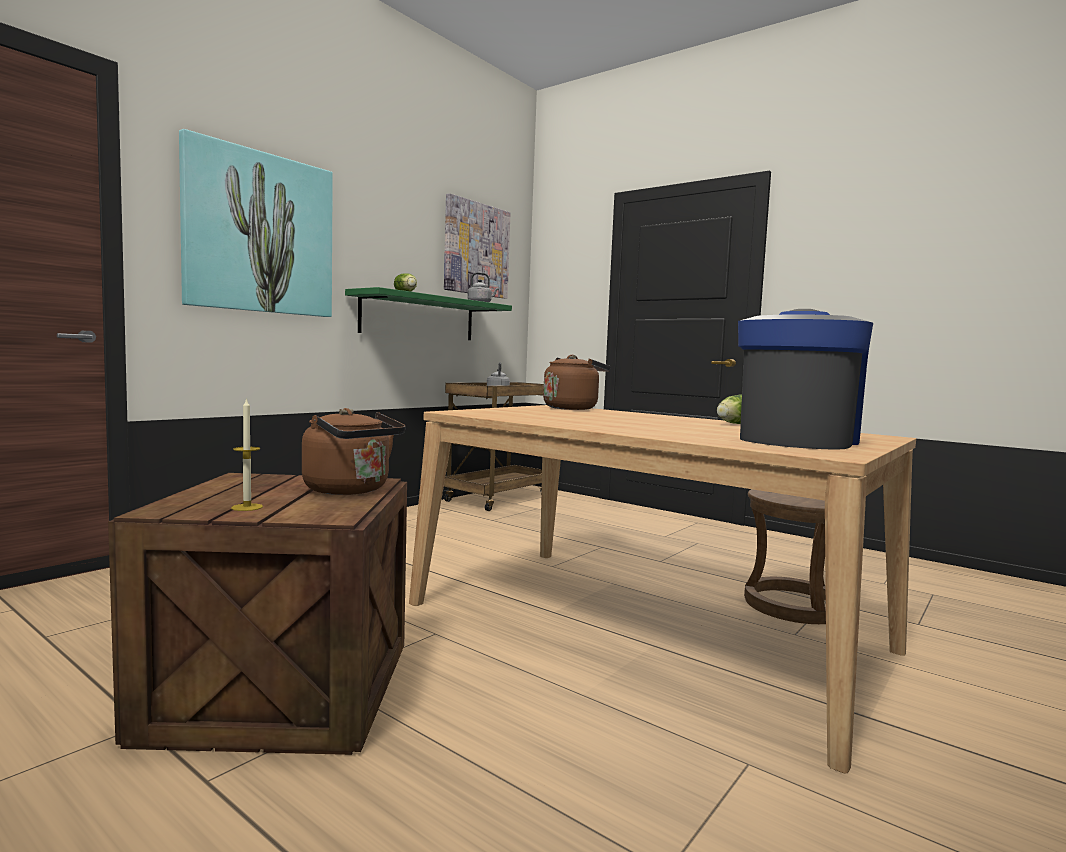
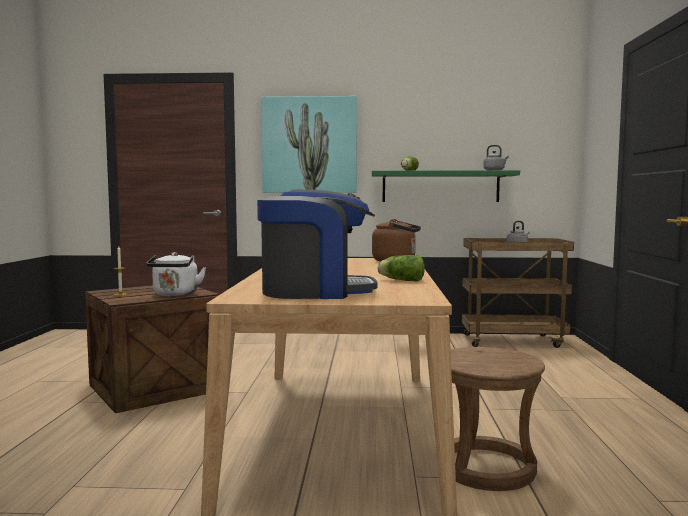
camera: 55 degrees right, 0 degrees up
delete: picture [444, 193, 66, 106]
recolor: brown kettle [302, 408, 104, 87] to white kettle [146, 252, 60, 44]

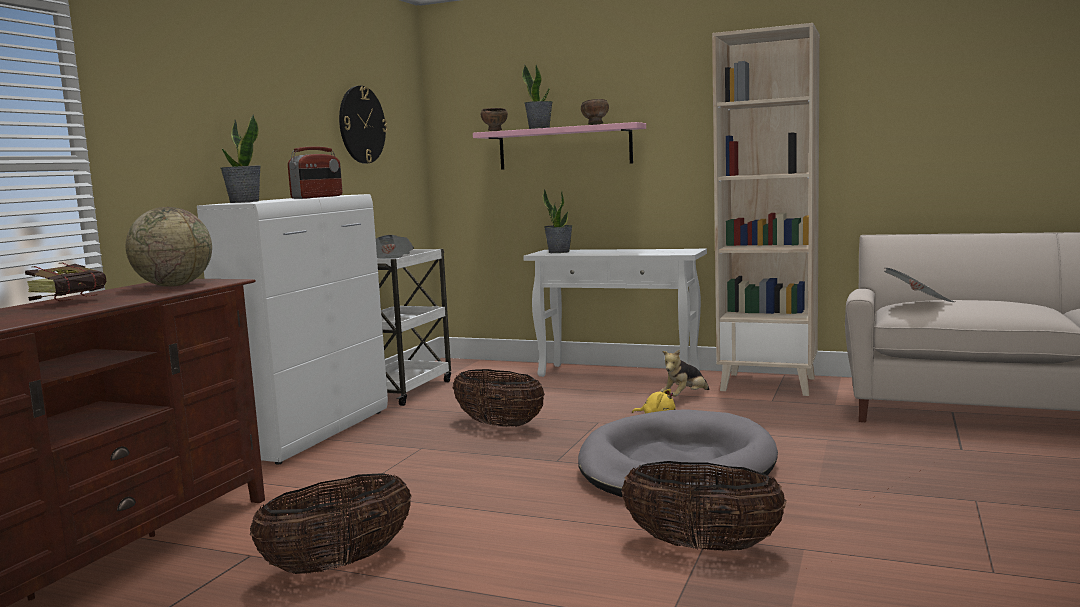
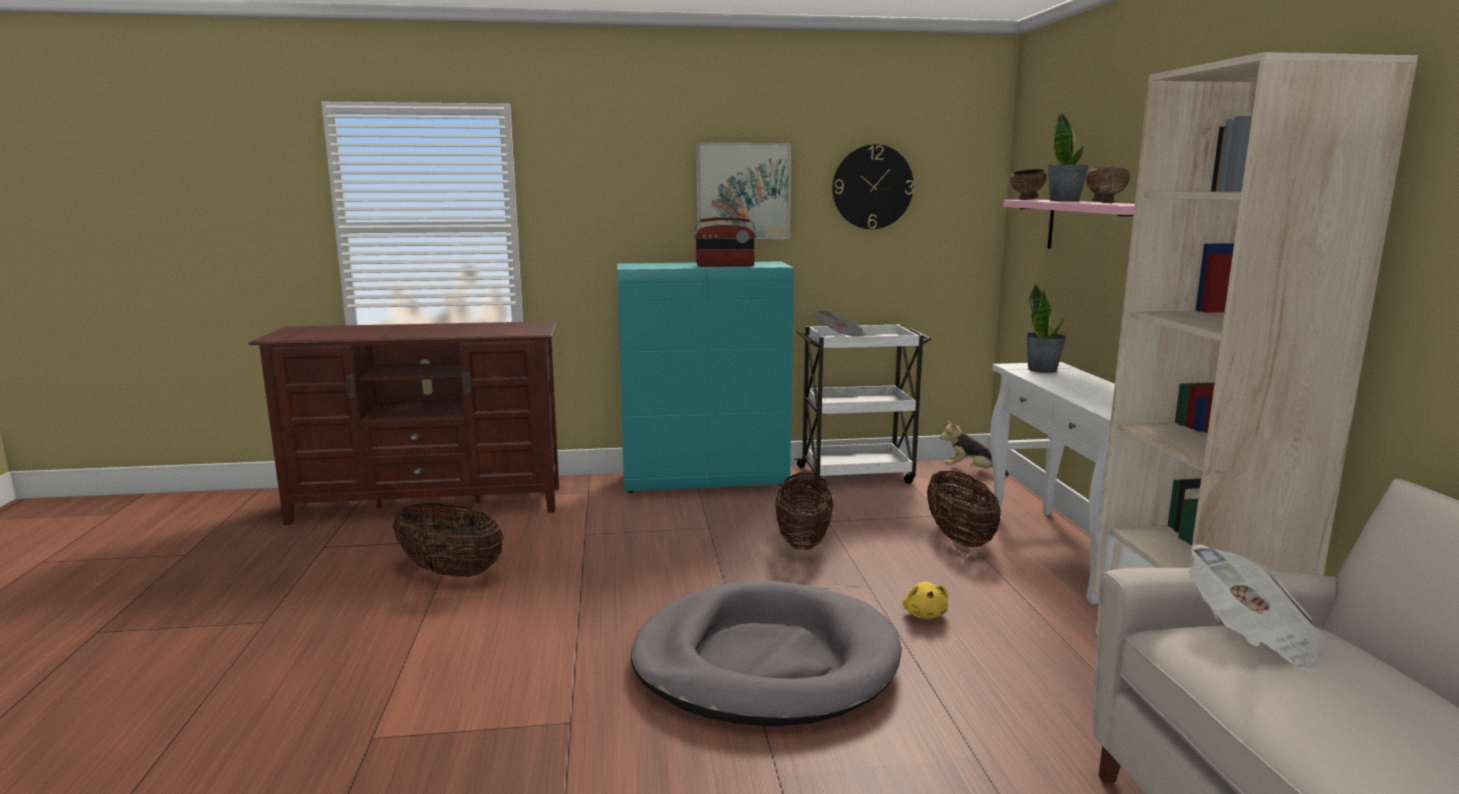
camera: 60 degrees right, 5 degrees up
delete: book [25, 263, 81, 38]; globe [126, 207, 86, 80]; potted plant [221, 114, 40, 89]
insert: picture [696, 143, 95, 96]
move: basket [622, 461, 165, 90] to [927, 471, 73, 76]; plush toy [661, 350, 48, 47] to [940, 420, 69, 56]
recolor: white cabinet [197, 194, 191, 271] to turquoise cabinet [617, 261, 177, 232]

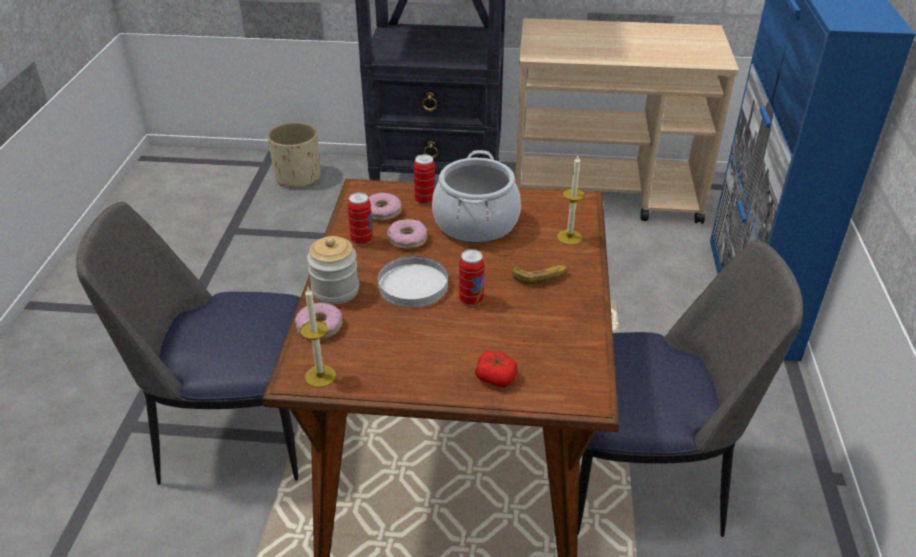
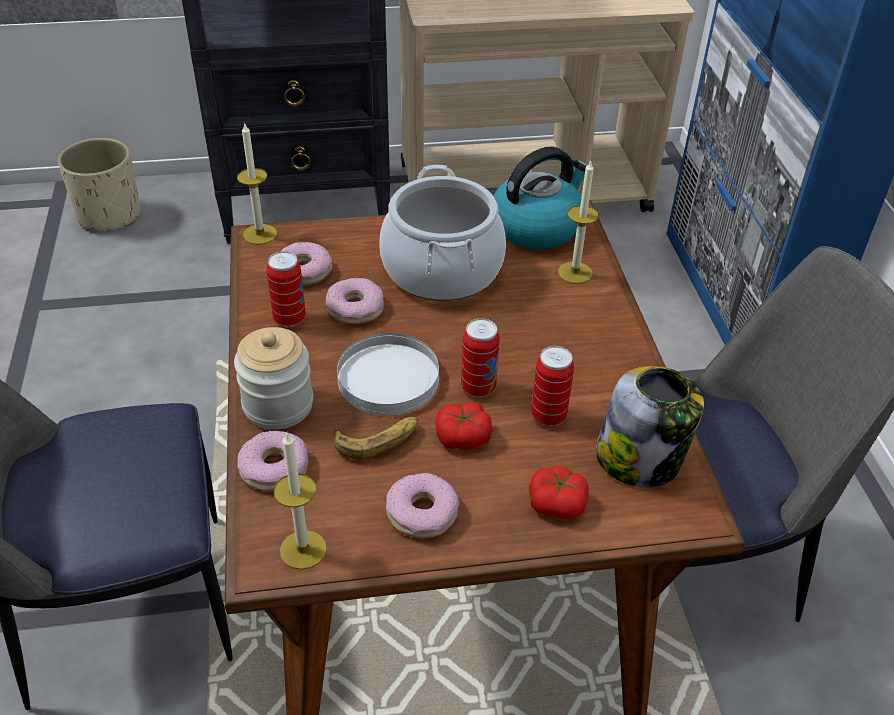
camera: 15 degrees left, 5 degrees up
insert: candle [237, 122, 40, 123]; donut [386, 473, 73, 65]; tomato [435, 402, 58, 48]; kettle [494, 147, 94, 103]; jar [596, 366, 108, 122]
move: can [414, 154, 22, 51] to [531, 346, 43, 80]; banana [512, 265, 56, 20] to [334, 416, 85, 44]

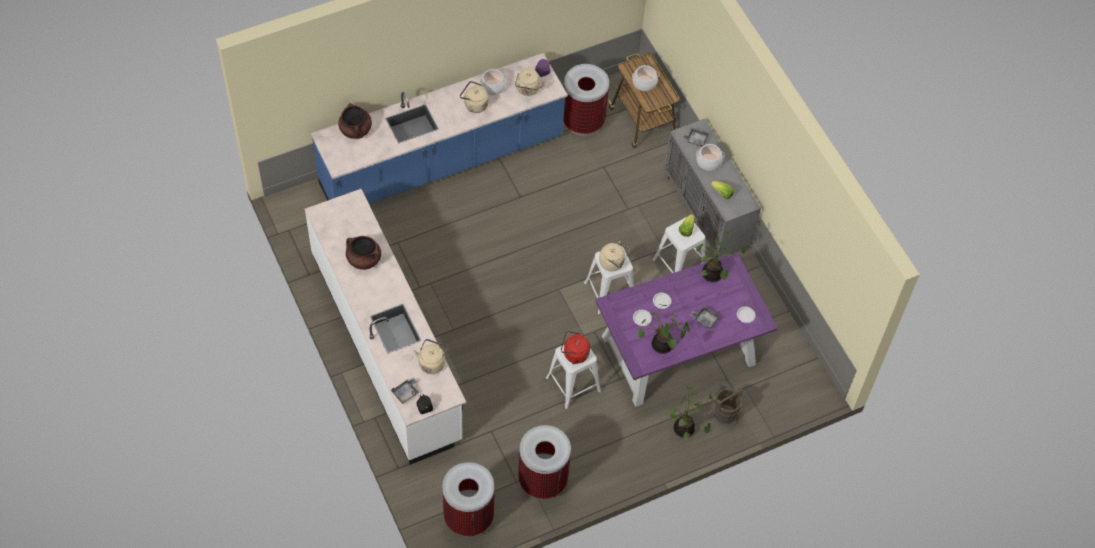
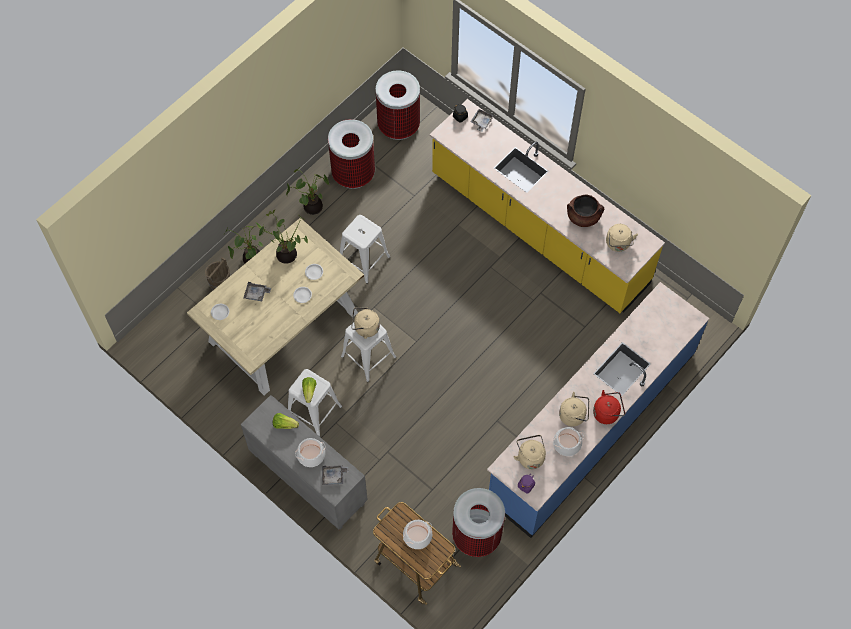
camera: 160 degrees right, 5 degrees up
delete: brown cooking pot [338, 103, 34, 36]
move: beige kettle [414, 339, 34, 35] to [606, 224, 32, 28]; red kettle [561, 331, 29, 33] to [593, 390, 32, 34]; potted plant [696, 231, 49, 51] to [286, 167, 43, 48]
recolor: white counter [305, 189, 161, 276] to yellow counter [429, 99, 236, 214]; purple dining table [595, 252, 183, 155] to beige dining table [187, 218, 177, 177]

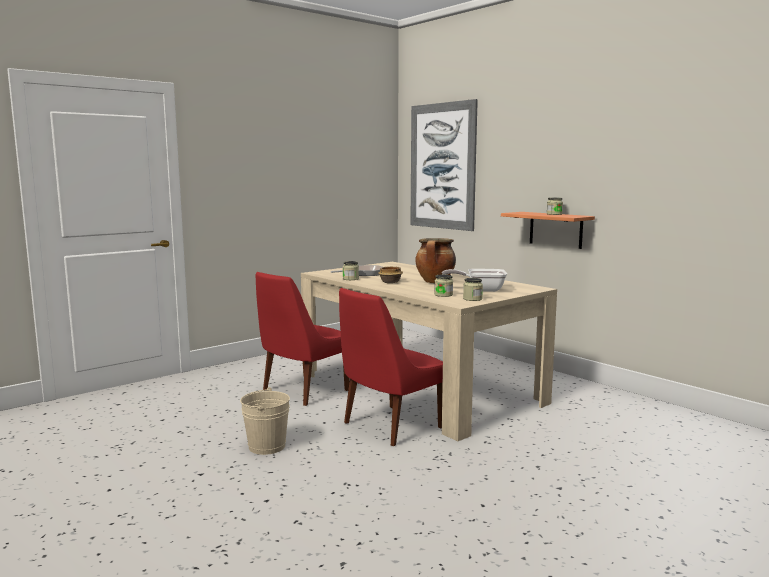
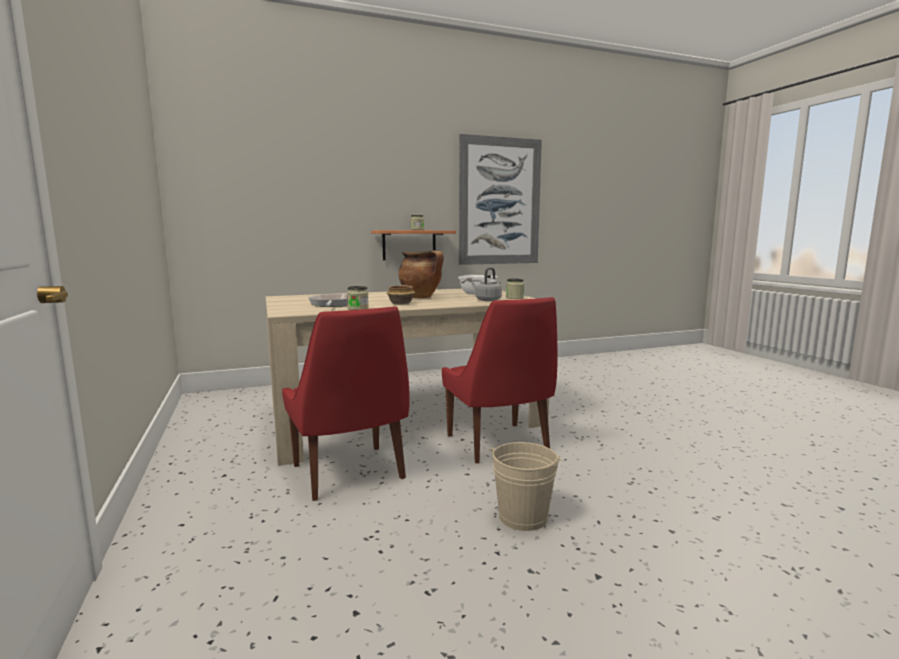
camera: 70 degrees left, 0 degrees up
move: picture [410, 99, 68, 132] to [459, 134, 83, 131]
replace: jar [434, 274, 19, 23] to grey kettle [475, 267, 27, 34]

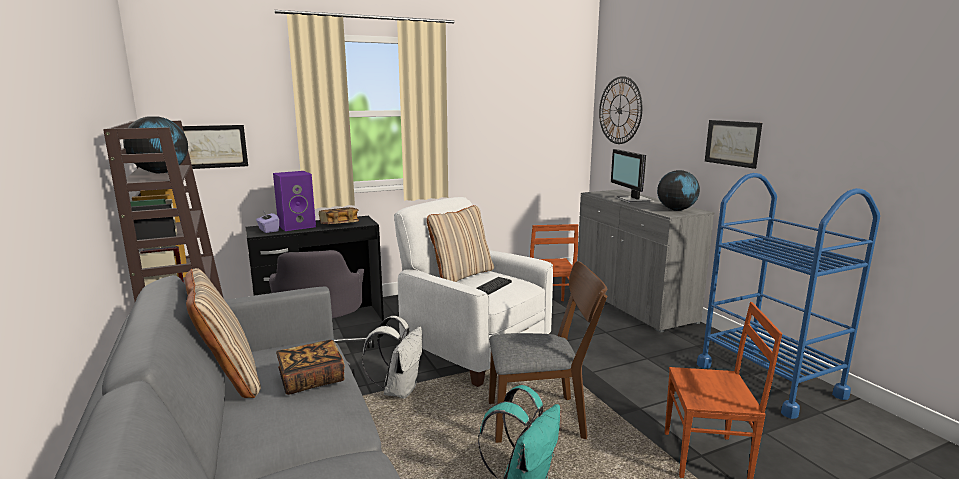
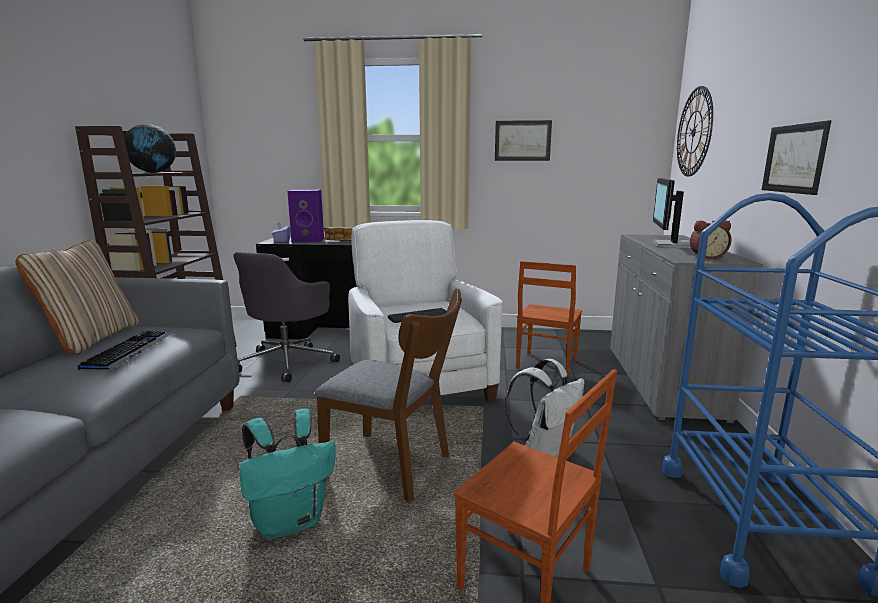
camera: 30 degrees right, 0 degrees up
delete: beige pillow [427, 205, 67, 77]
move: picture [183, 125, 65, 44] to [495, 120, 57, 41]; white backpack [362, 316, 60, 83] to [505, 359, 80, 98]
replace: book [276, 340, 68, 55] to keyboard [78, 331, 93, 39]; globe [657, 170, 43, 41] to alarm clock [690, 220, 42, 39]

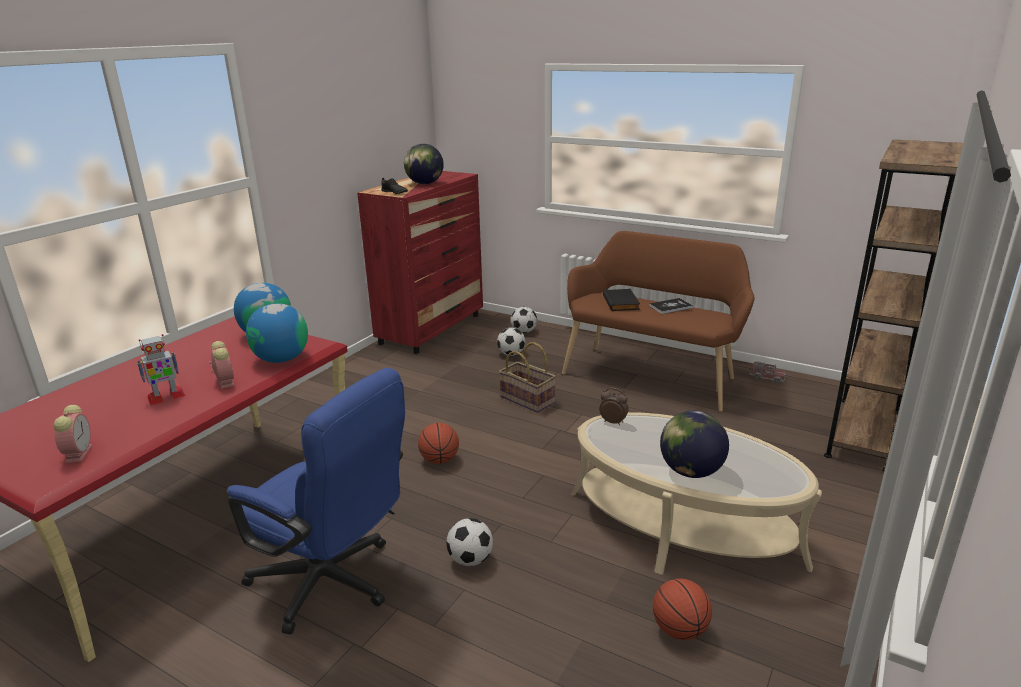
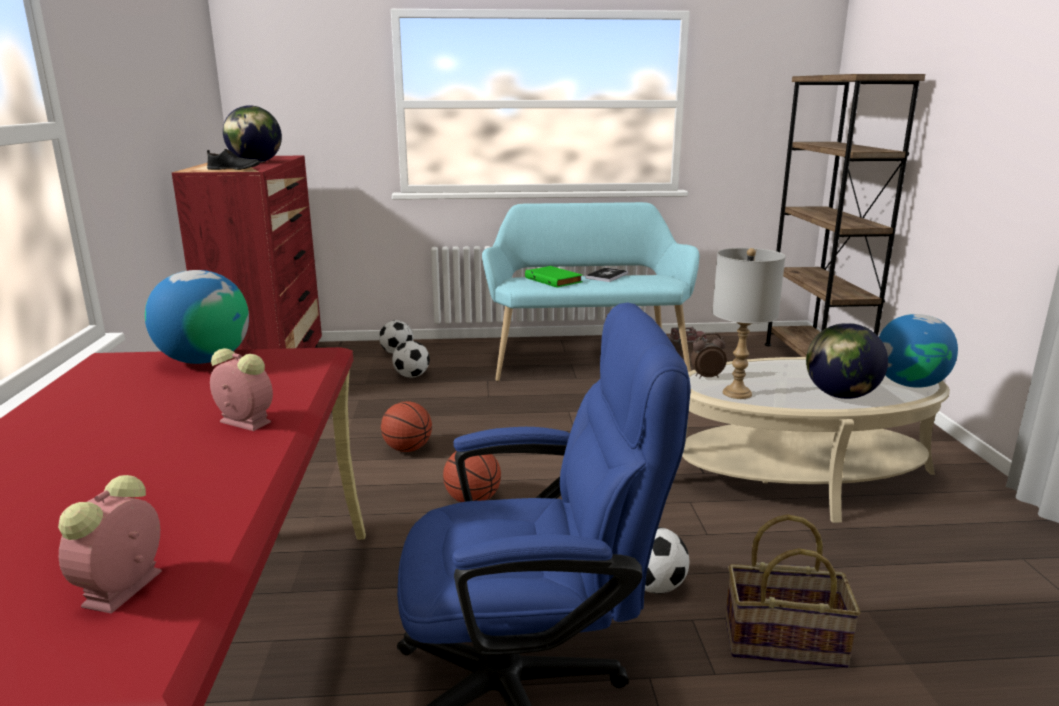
camera: 35 degrees left, 5 degrees down
delete: toy robot [137, 334, 49, 71]
insert: grey table lamp [712, 248, 74, 151]
move: globe [246, 303, 62, 60] to [879, 314, 79, 74]; basket [499, 342, 57, 71] to [725, 514, 136, 154]; basketball [653, 579, 59, 61] to [381, 401, 51, 51]
recolor: brown bench [562, 231, 192, 181] to turquoise bench [482, 202, 217, 179]; black book [603, 289, 37, 22] to green book [525, 266, 58, 22]
rotate: alarm clock [53, 405, 39, 58] = [58, 475, 104, 139] 120 degrees counterclockwise

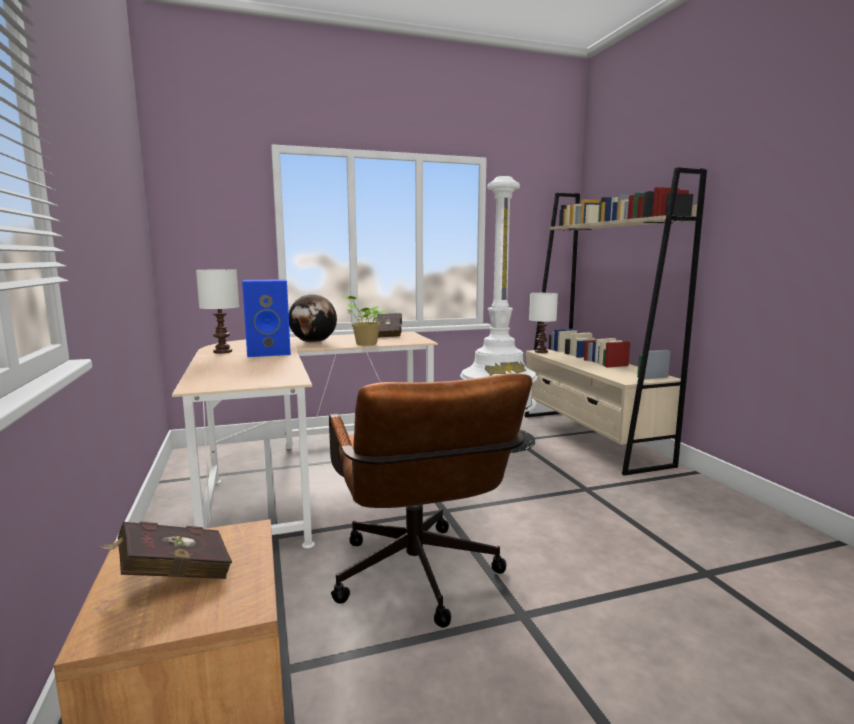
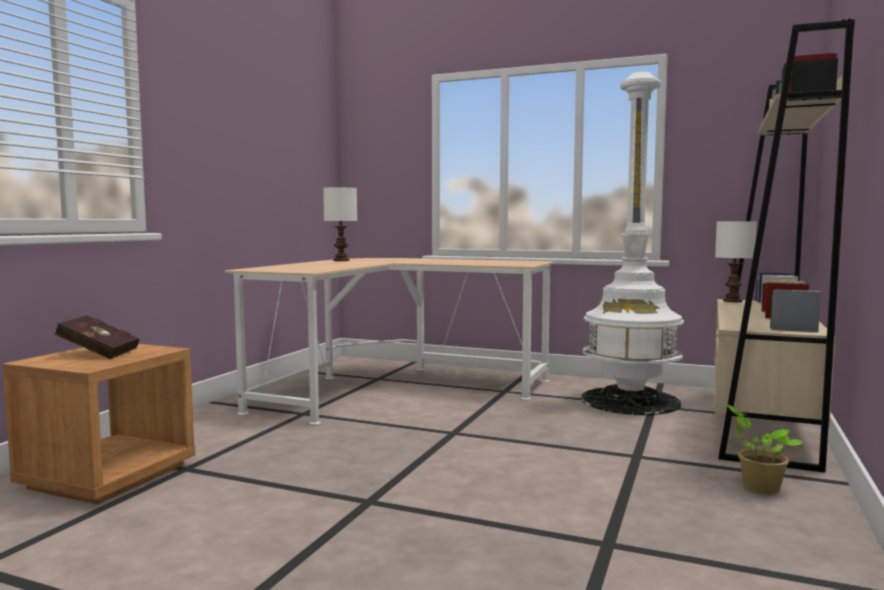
camera: 40 degrees right, 5 degrees down
delete: blue speaker [242, 279, 49, 78]; globe [289, 294, 48, 49]; brown office chair [329, 373, 203, 255]; red book [376, 313, 26, 24]
move: potted plant [342, 295, 44, 51] to [726, 404, 77, 90]

